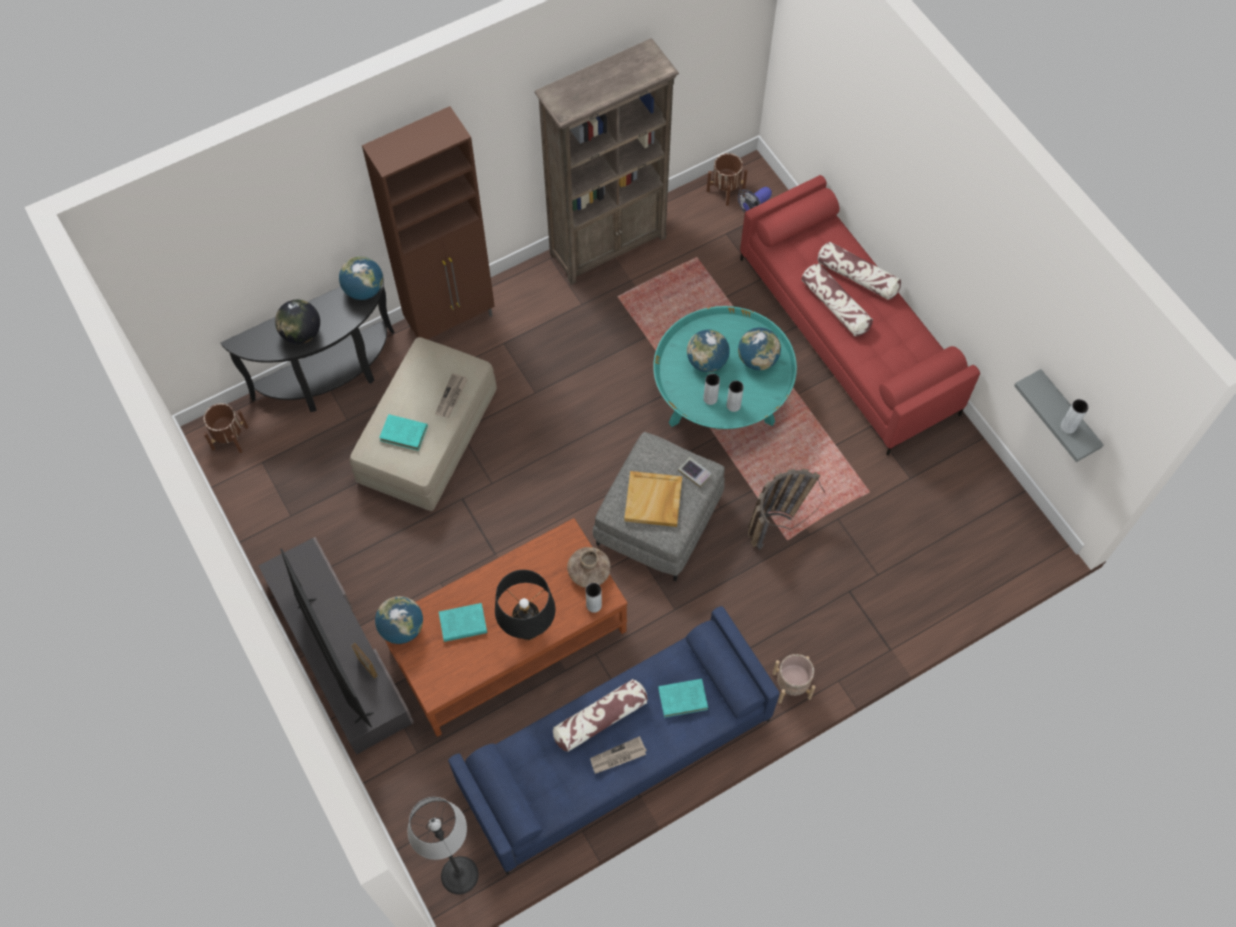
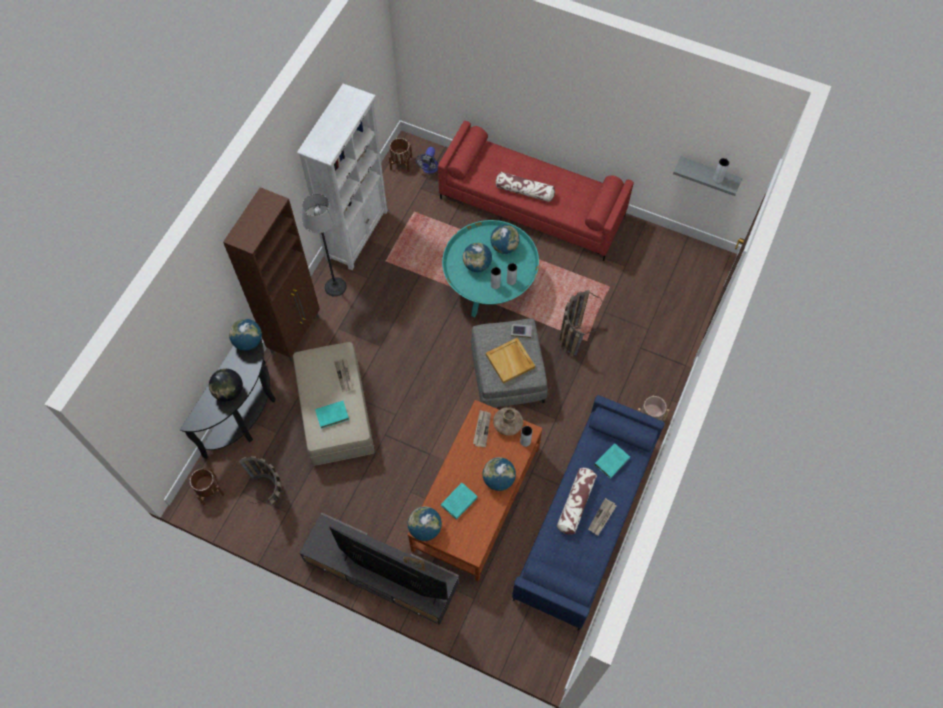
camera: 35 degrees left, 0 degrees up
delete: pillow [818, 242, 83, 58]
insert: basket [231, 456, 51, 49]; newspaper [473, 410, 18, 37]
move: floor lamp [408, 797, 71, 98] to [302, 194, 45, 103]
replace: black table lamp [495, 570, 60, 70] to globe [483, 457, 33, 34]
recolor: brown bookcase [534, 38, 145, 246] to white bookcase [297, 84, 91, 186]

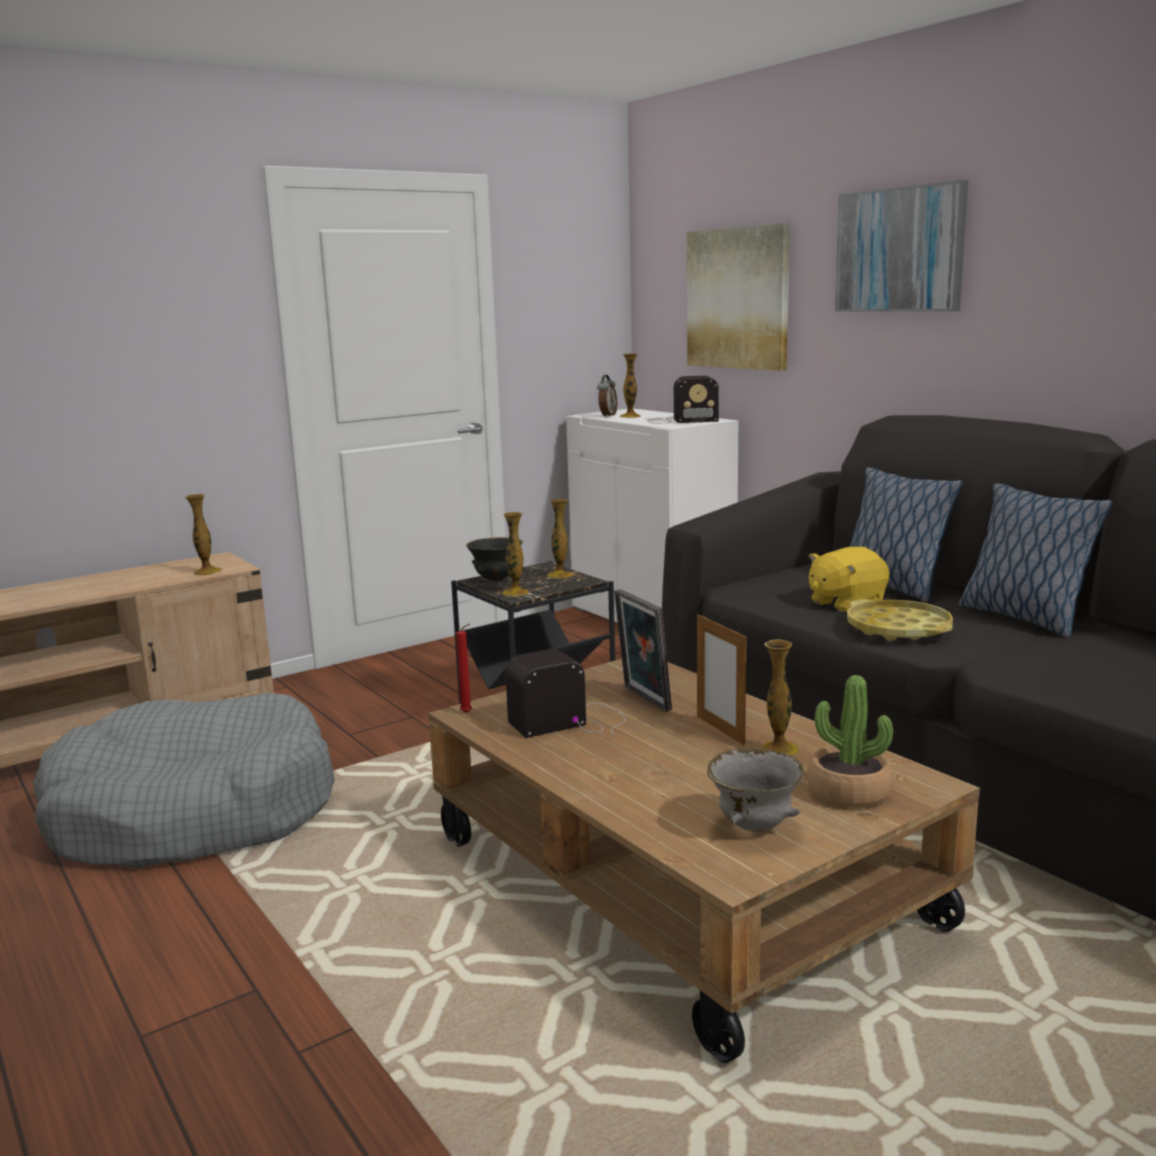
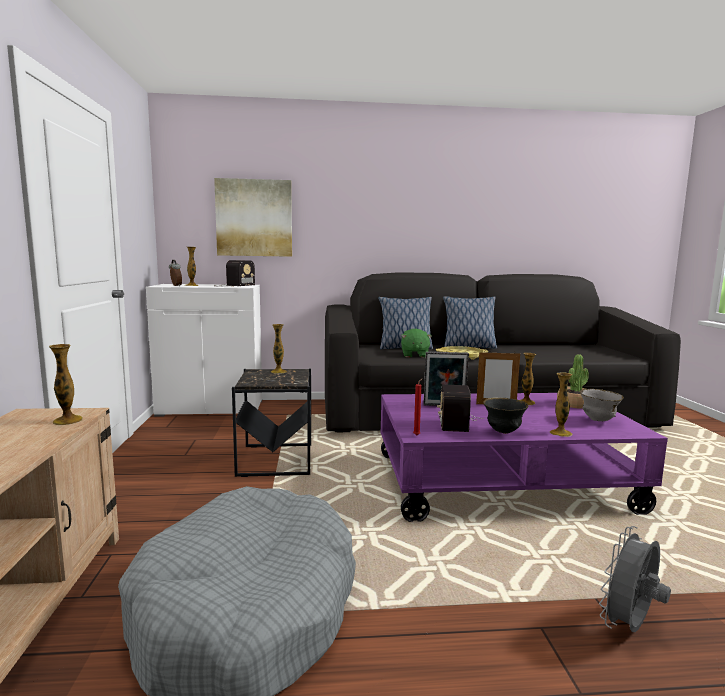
camera: 60 degrees left, 5 degrees down
delete: picture [835, 180, 133, 132]
insert: grey fan [599, 526, 72, 106]
move: black bowl [466, 537, 57, 44] to [483, 397, 45, 37]; vase [502, 512, 27, 85] to [550, 373, 22, 64]
recolor: brown coffee table [428, 659, 552, 404] to purple coffee table [380, 393, 288, 129]; yellow plush toy [809, 547, 80, 66] to green plush toy [401, 328, 31, 30]

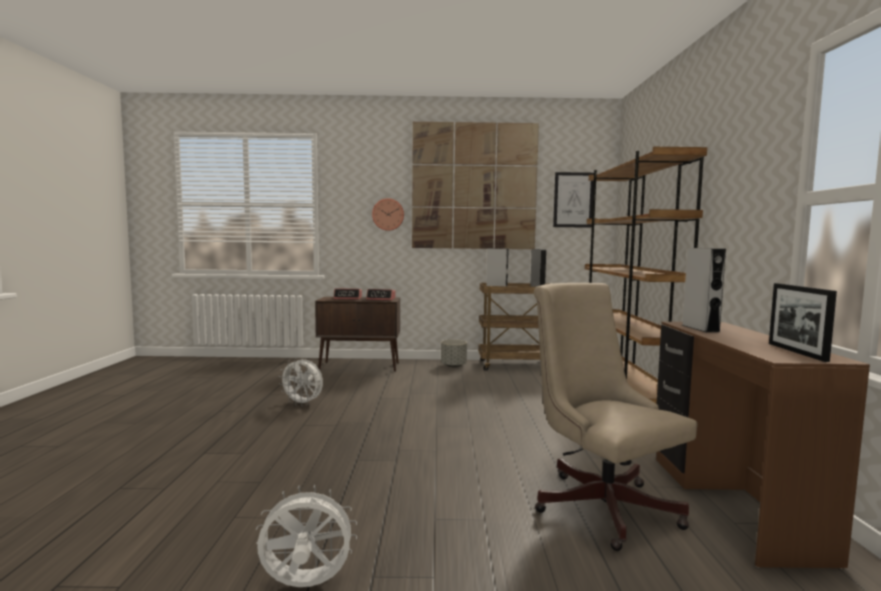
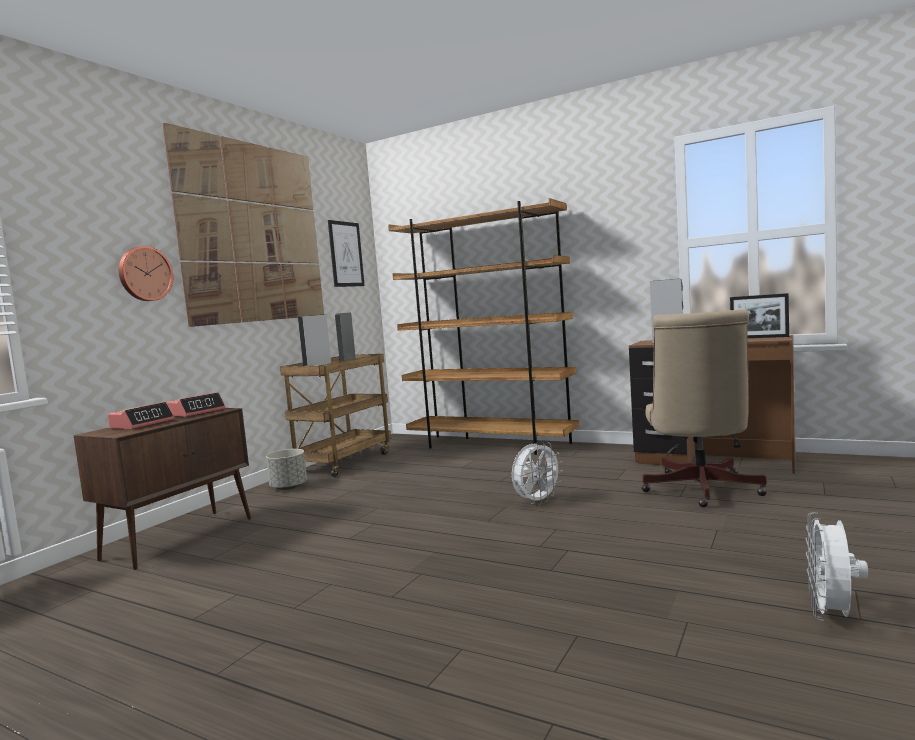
camera: 60 degrees left, 0 degrees up
move: white fan [279, 358, 44, 48] to [512, 441, 51, 64]
rotate: beige office chair [534, 283, 164, 268] = [641, 309, 126, 198] 75 degrees counterclockwise

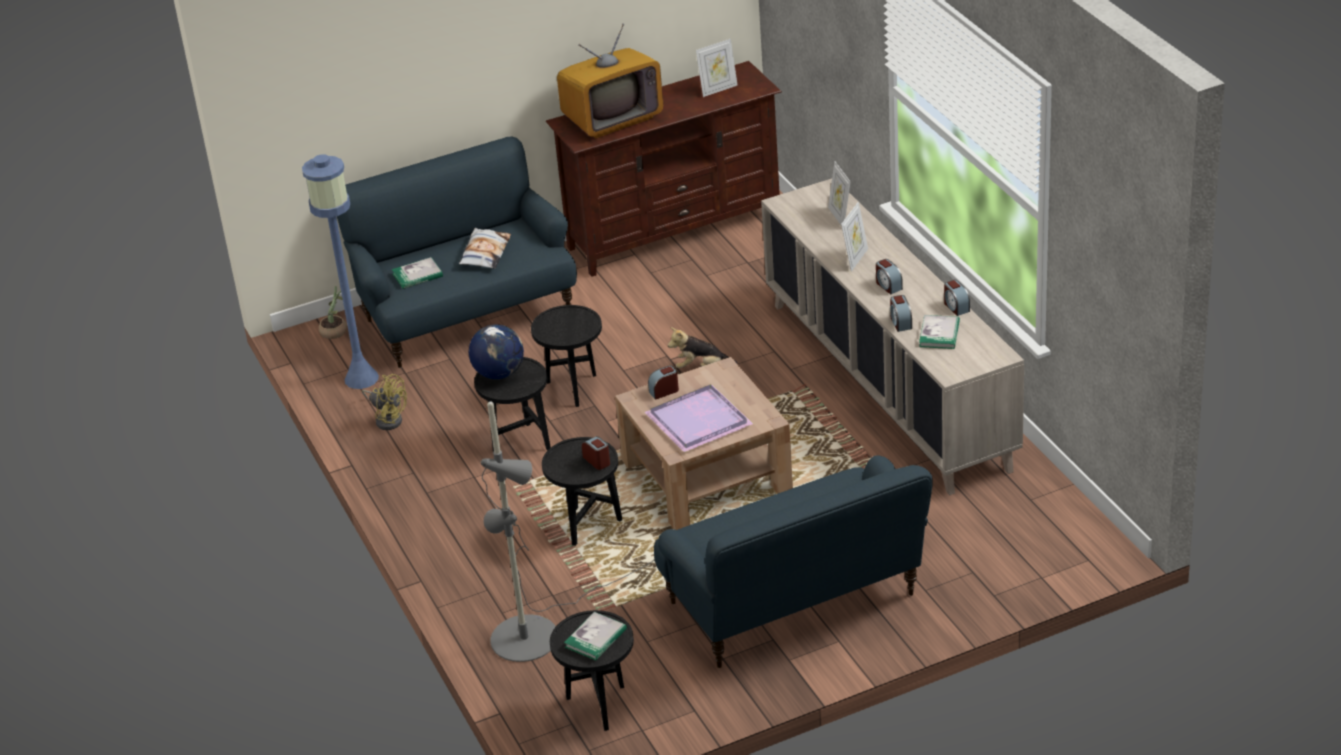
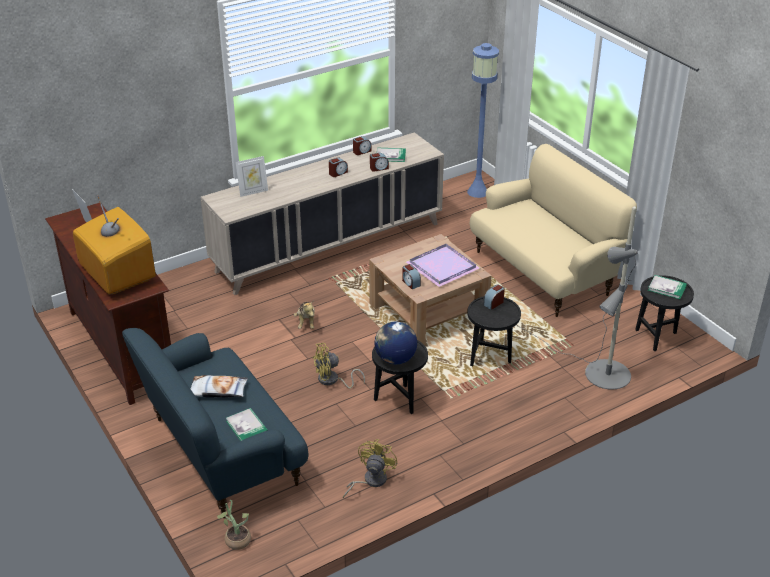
camera: 100 degrees left, 0 degrees up
delete: picture frame [841, 202, 27, 70]
move: blue floor lamp [302, 154, 77, 235] to [467, 43, 32, 155]
replace: black side table [531, 305, 71, 102] to yellow fan [312, 343, 53, 45]
recolor: blue sofa [654, 455, 278, 213] to beige sofa [470, 144, 167, 173]

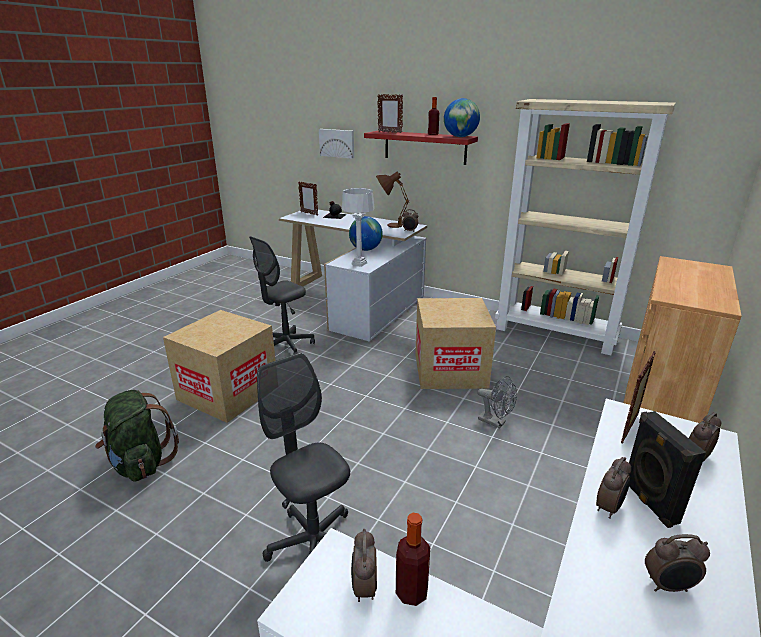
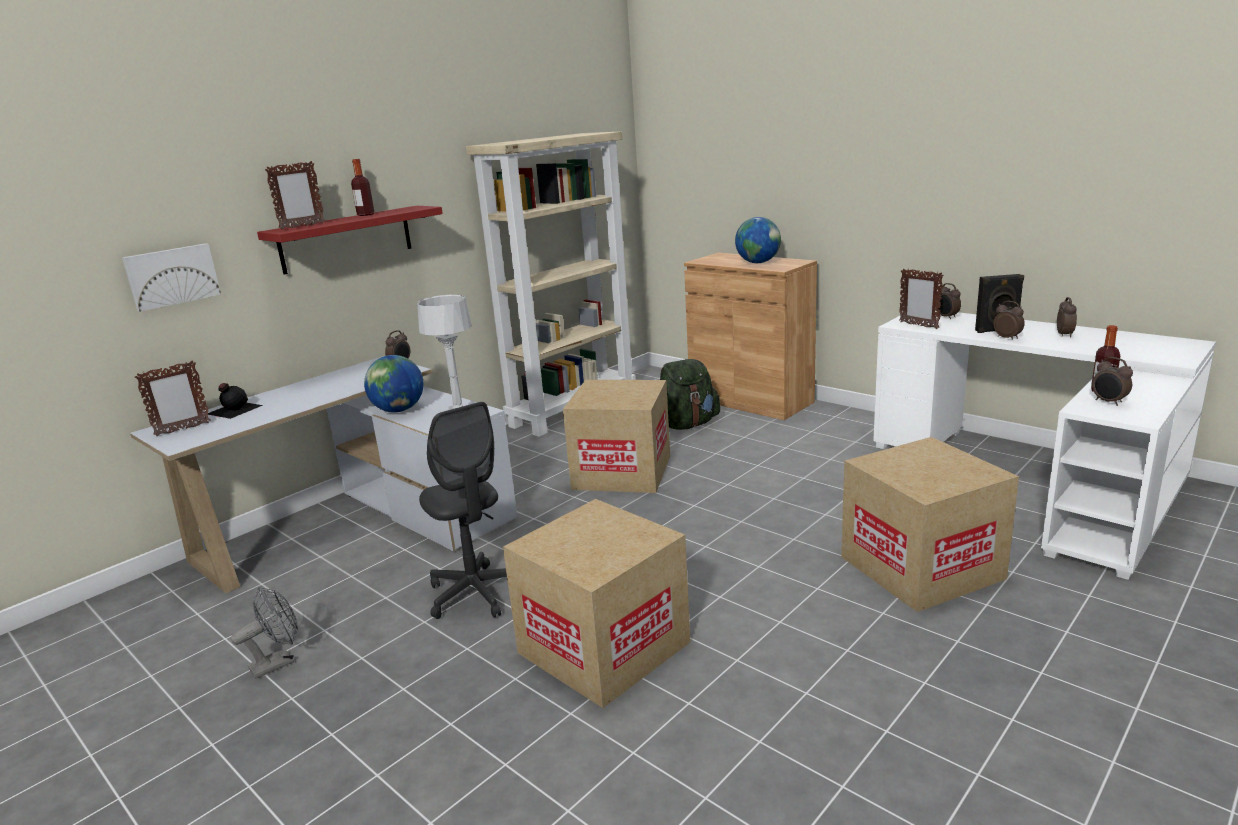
camera: 75 degrees left, 5 degrees down
delete: brown table lamp [376, 172, 33, 56]
move: green backpack [95, 390, 84, 92] to [660, 359, 60, 71]; globe [444, 98, 36, 39] to [735, 217, 46, 46]; grey fan [478, 376, 39, 53] to [231, 587, 67, 92]
replace: grey office chair [257, 353, 93, 209] to cardboard box [841, 437, 178, 175]
rotate: alarm clock [351, 529, 26, 73] = [1092, 357, 41, 49] 45 degrees clockwise

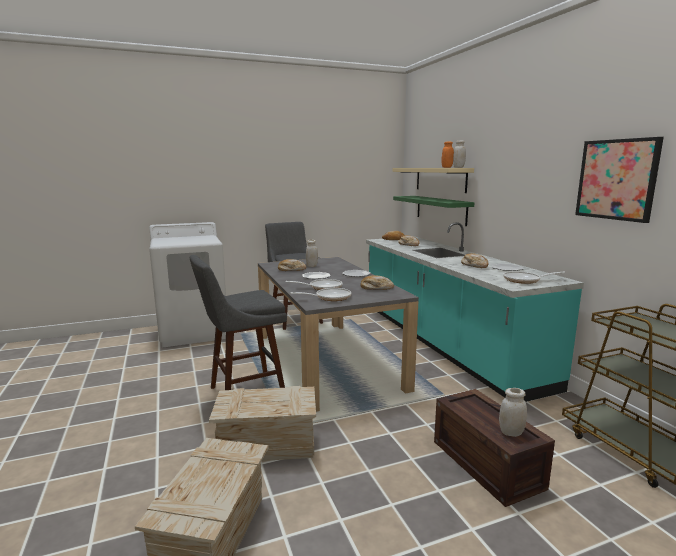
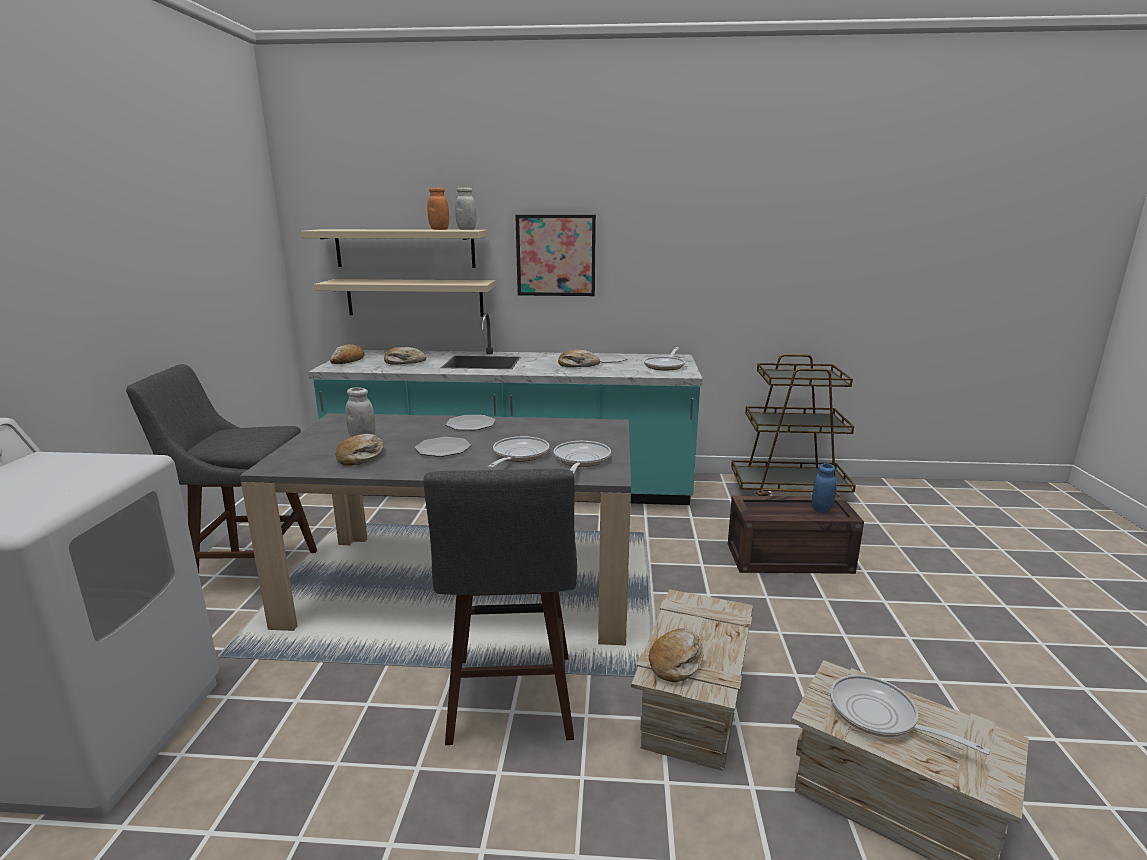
camera: 65 degrees left, 5 degrees up
insert: frying pan [830, 675, 161, 80]
move: bread [361, 275, 33, 15] to [649, 628, 55, 54]; picture [575, 137, 89, 86] to [515, 215, 81, 81]
recolor: green shelf [393, 196, 81, 30] to beige shelf [314, 279, 182, 38]; white jar [499, 388, 28, 49] to blue jar [812, 463, 25, 50]

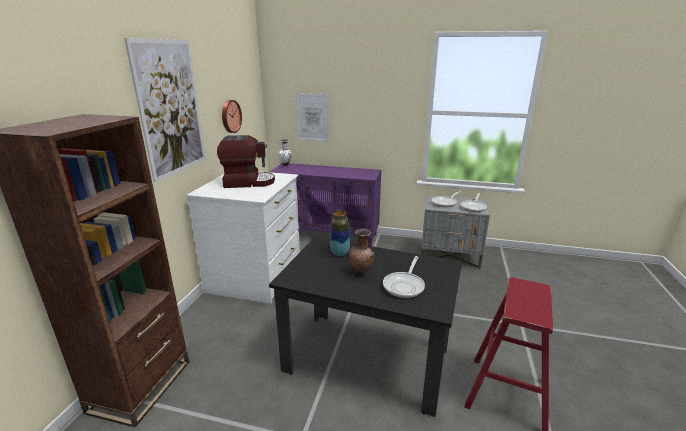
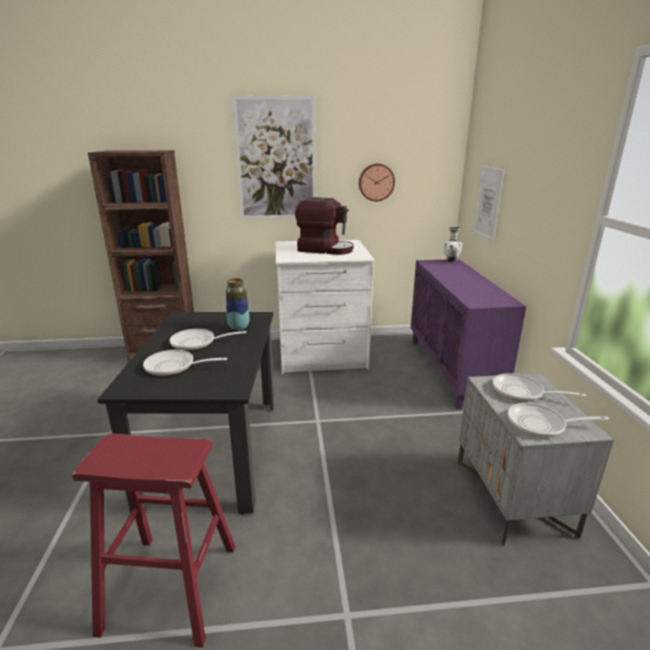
camera: 70 degrees right, 0 degrees up
replace: brown vase [349, 229, 26, 47] to frying pan [169, 329, 77, 22]
rotate: coffee machine [217, 135, 58, 53] = [295, 197, 59, 58] 45 degrees counterclockwise

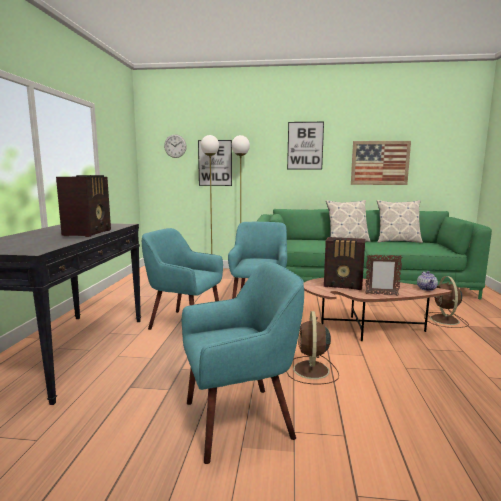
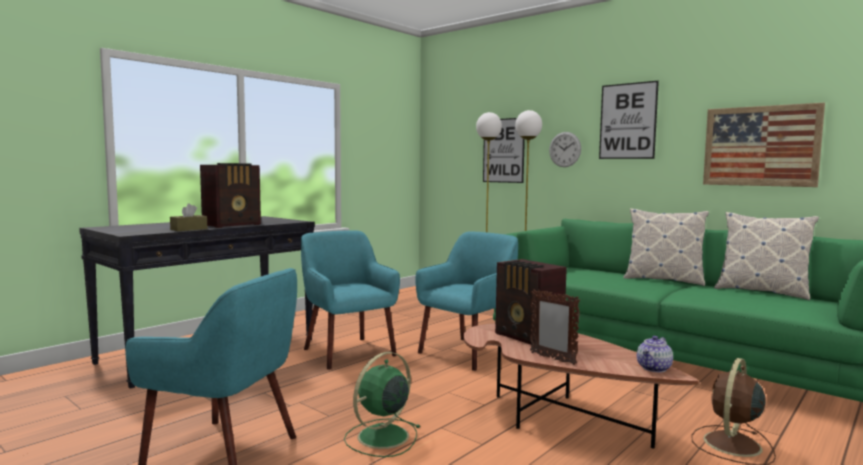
camera: 35 degrees right, 5 degrees down
insert: brown tissue box [170, 203, 37, 28]
move: wall clock [164, 135, 23, 23] to [549, 132, 32, 35]
recolor: brown fan [286, 311, 53, 73] to green fan [344, 352, 77, 105]

